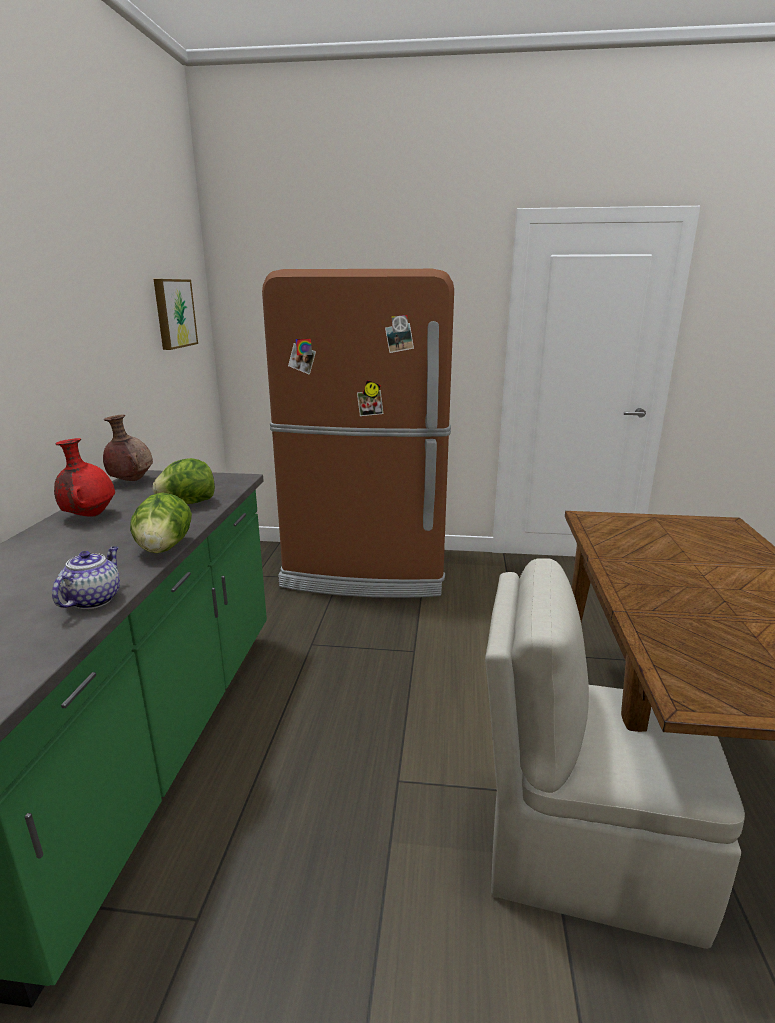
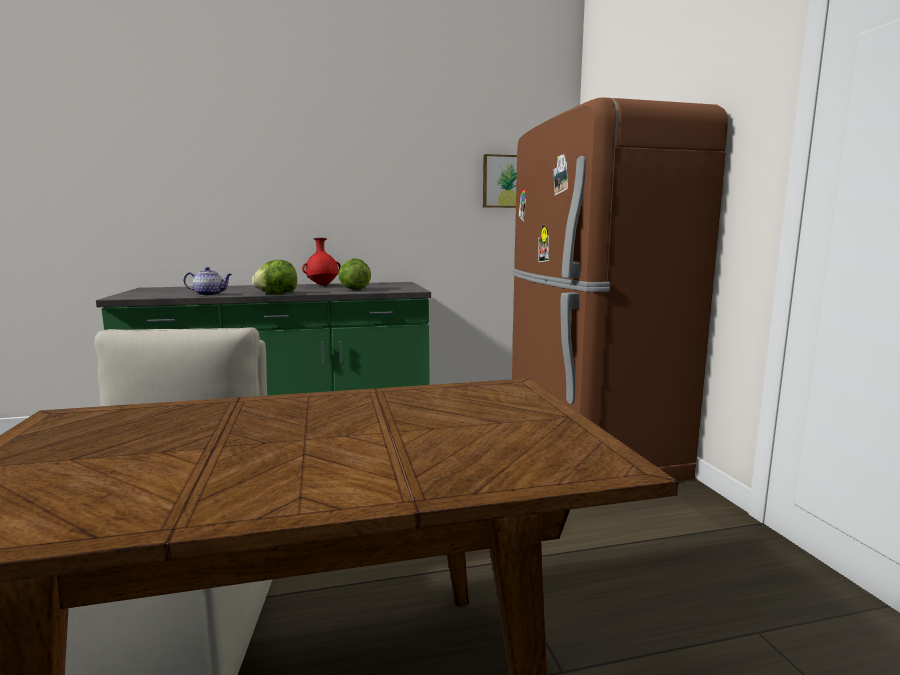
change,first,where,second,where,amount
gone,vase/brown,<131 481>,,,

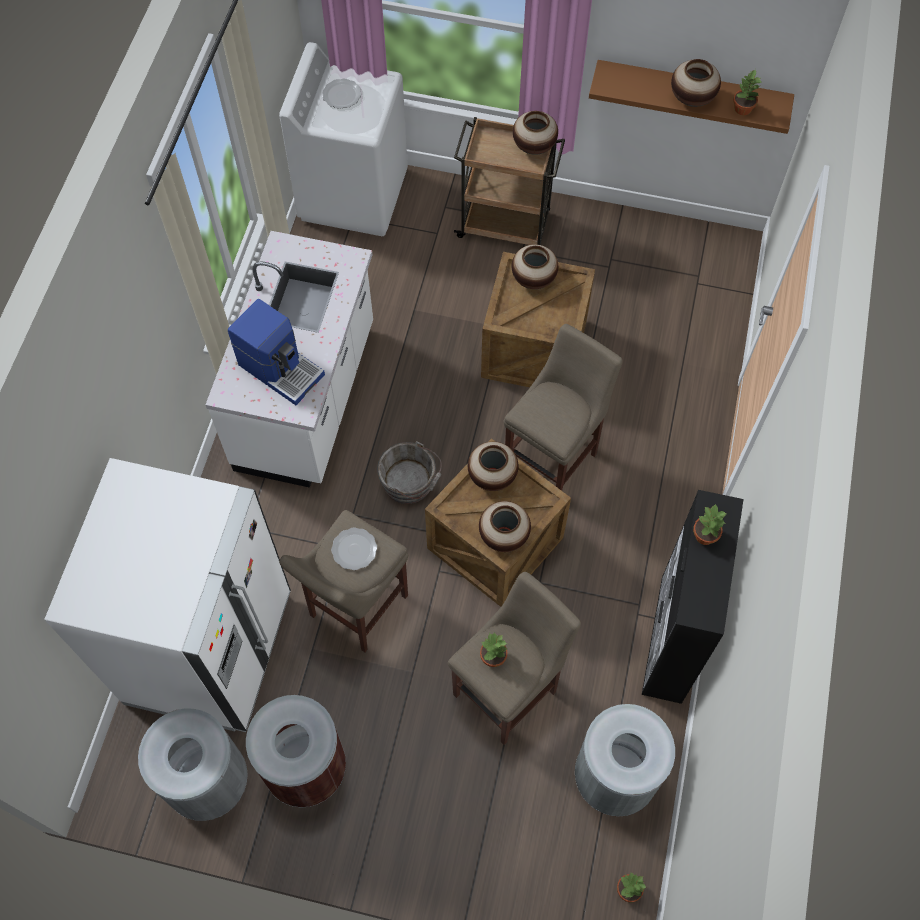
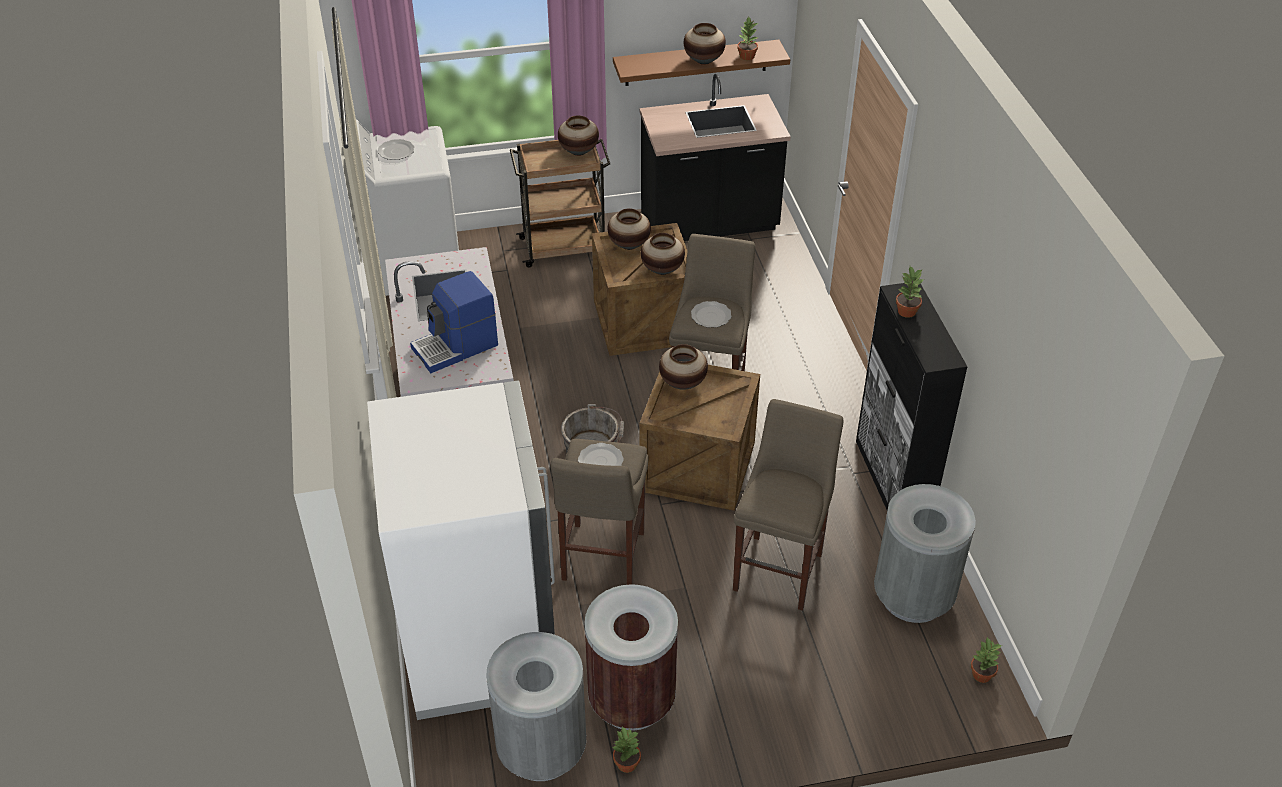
change,first,where,second,where,amount
new,,,counter/black,<709 224>,
new,,,plate,<710 316>,
shifted,vase,<504 536>,,<662 270>,
shifted,potted plant,<493 658>,,<627 764>,
rotated,coffee machine,<281 368>,,<456 347>,135 degrees clockwise

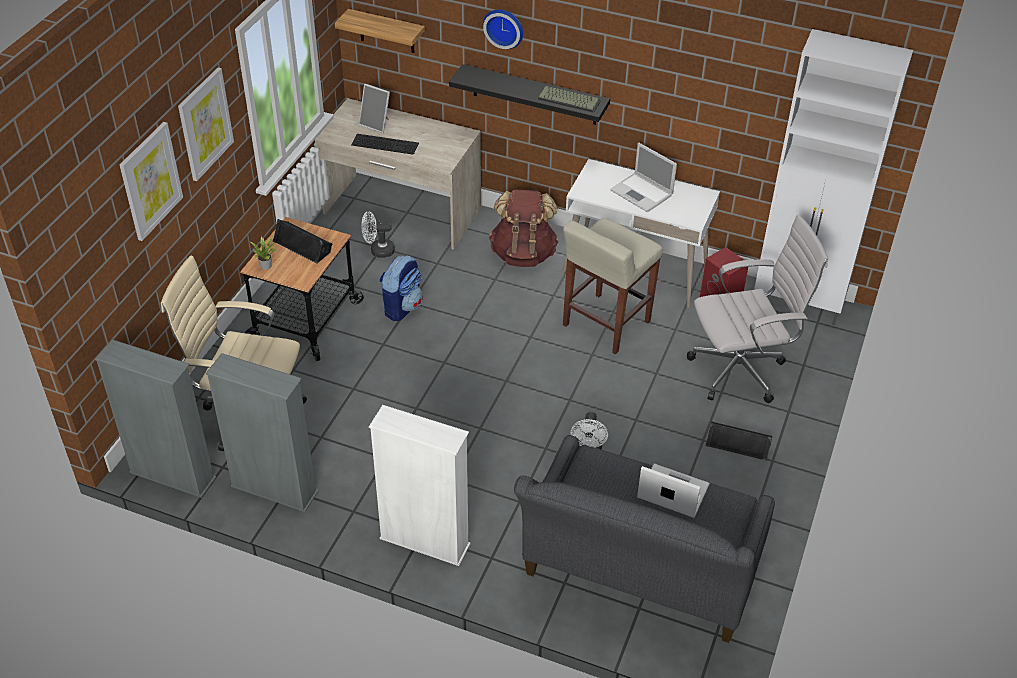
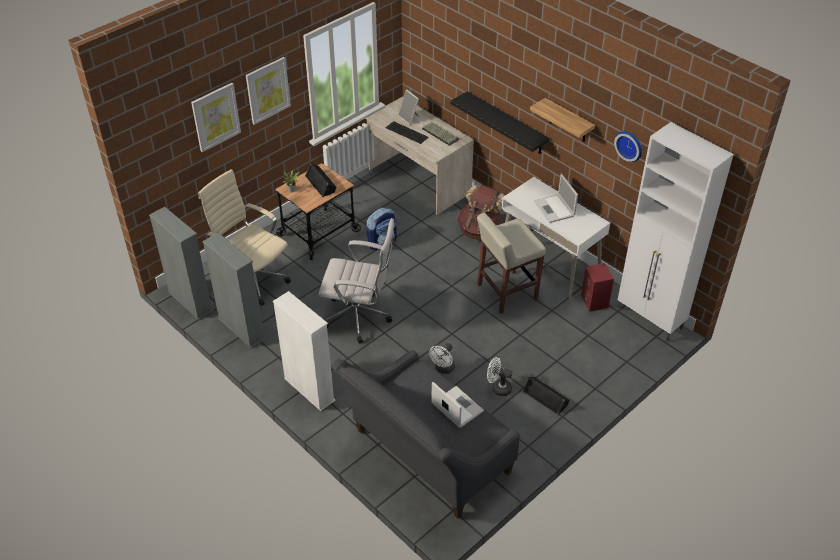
change,first,where,second,where,amount
shifted,shelf,<387 31>,,<568 121>,
shifted,fan/white,<378 251>,,<498 388>,
shifted,wall clock,<504 27>,,<630 145>,
shifted,keyboard,<570 100>,,<441 134>,
shifted,office chair/white,<742 370>,,<360 318>,

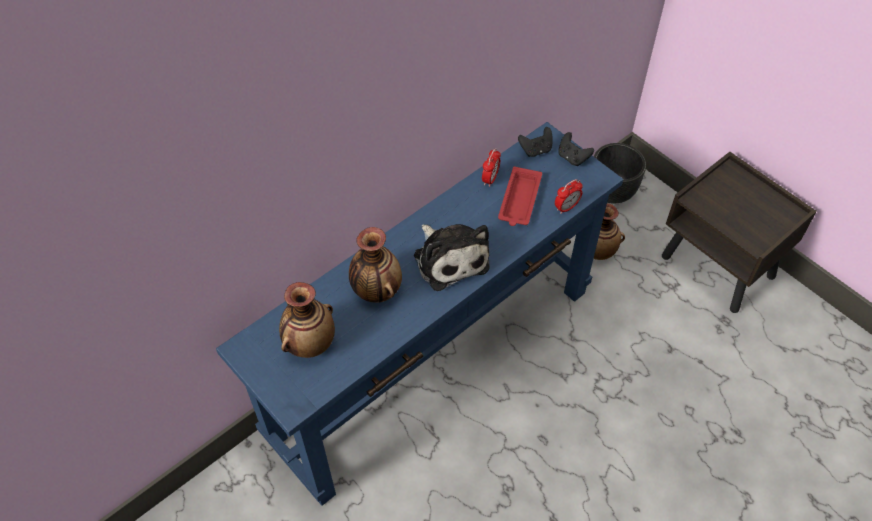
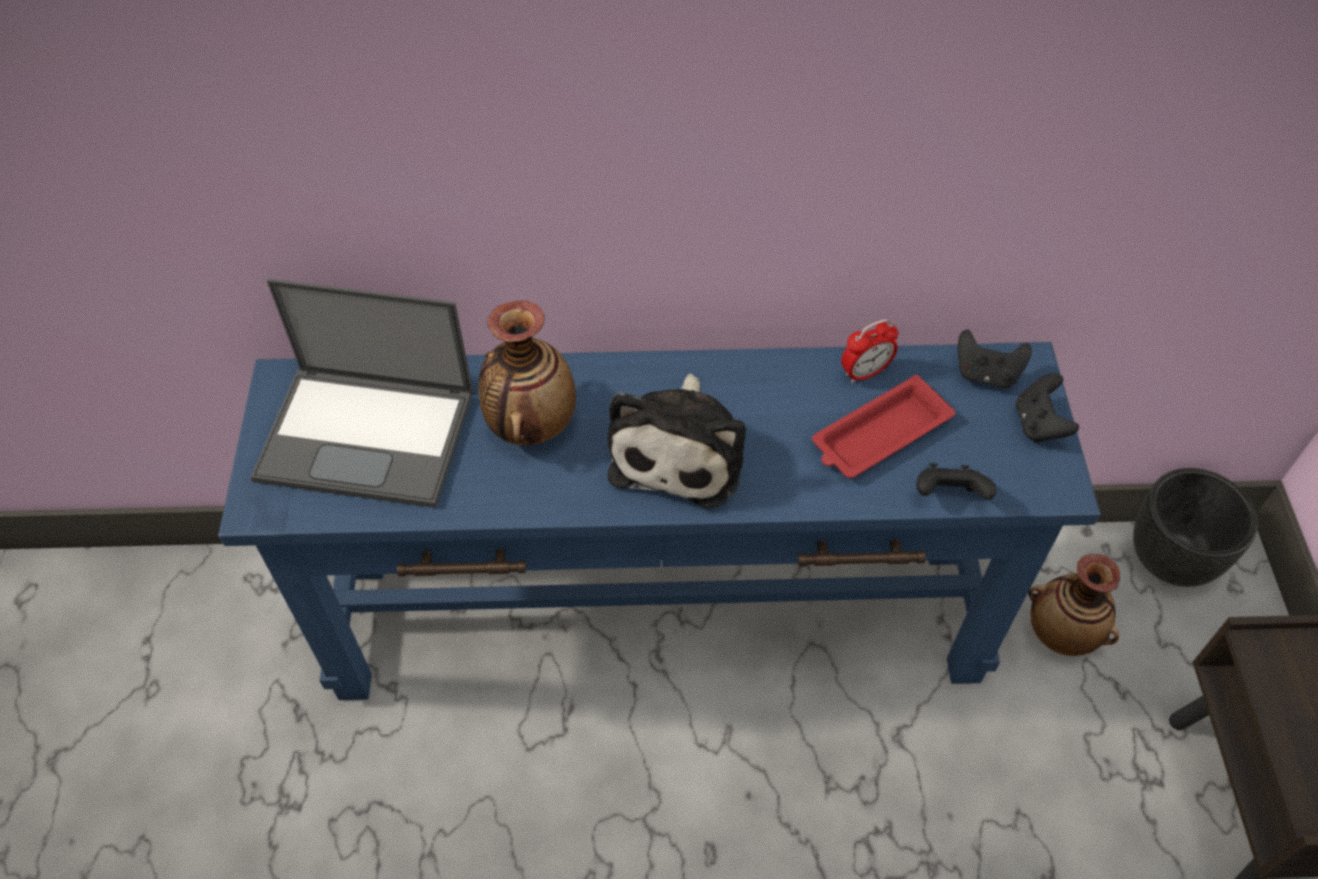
change,first,where,second,where,amount
swapped,vase,<309 343>,laptop,<369 435>,
swapped,alarm clock,<566 207>,game controller/black,<948 495>,

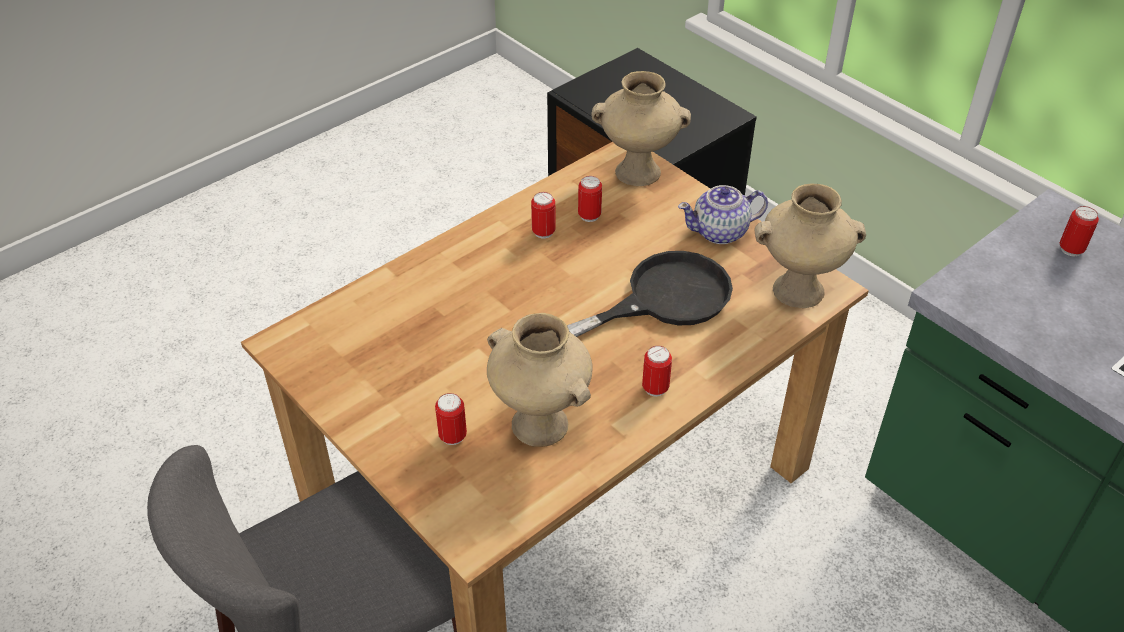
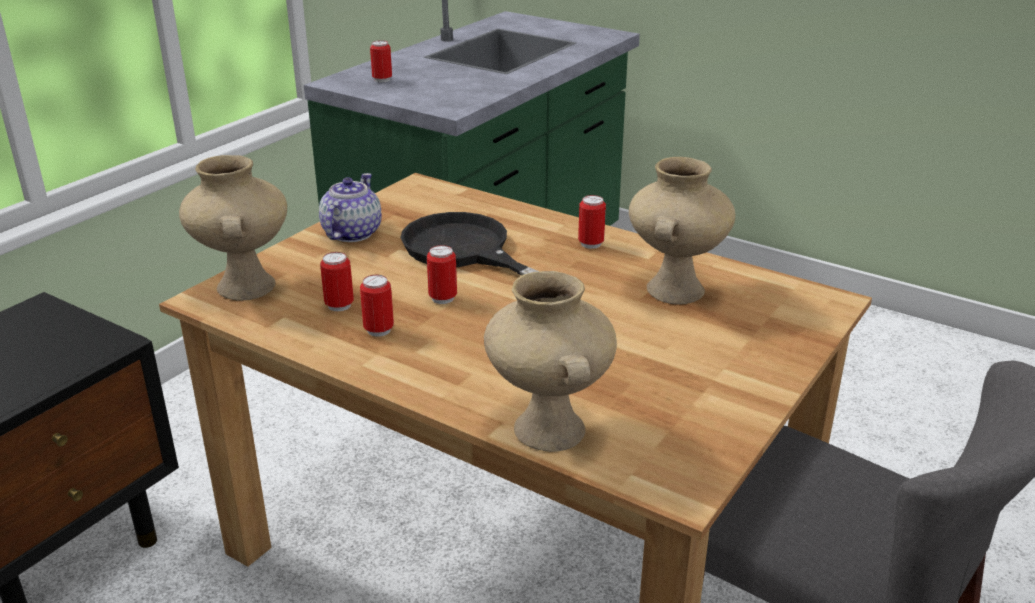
change,first,where,second,where,amount
shifted,can,<452 436>,,<443 298>,
shifted,vase/beige,<799 289>,,<546 429>,
rotated,teapot,<720 232>,,<351 233>,135 degrees counterclockwise

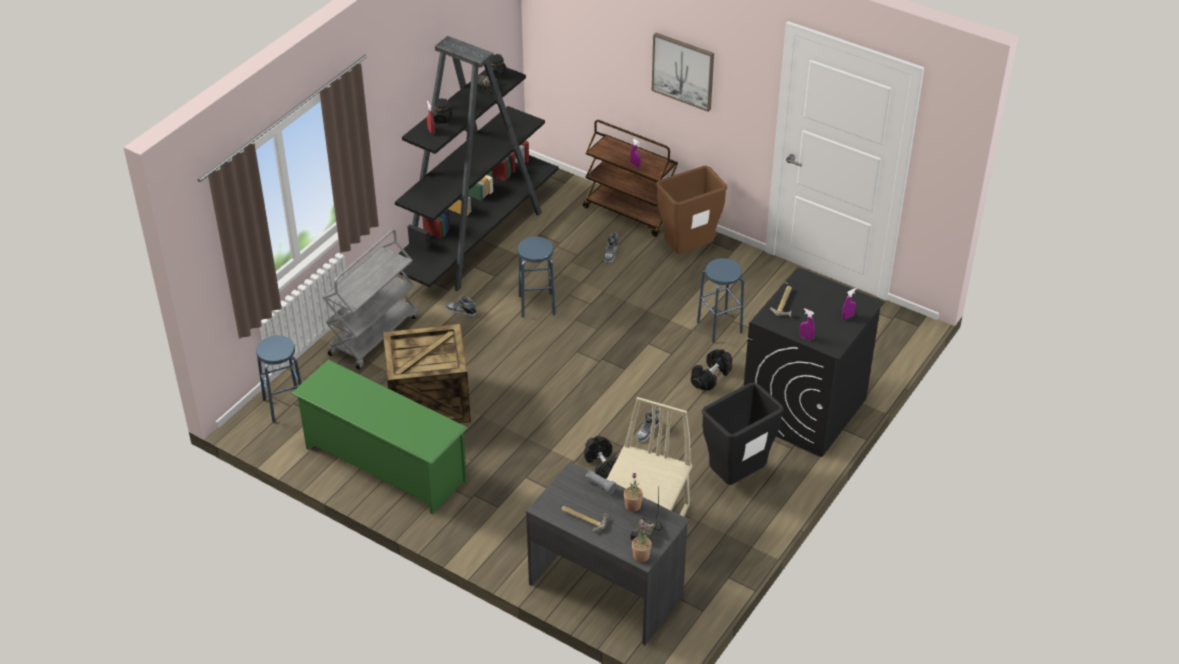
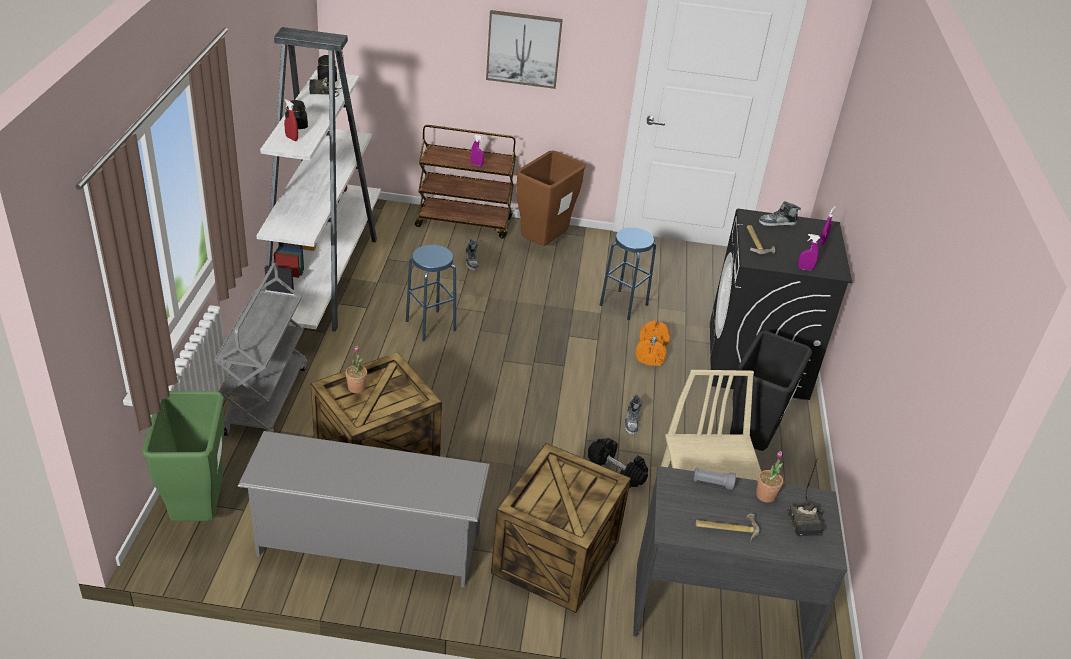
change,first,where,second,where,amount
new,,,crate,<554 555>,
shifted,shoe,<461 311>,,<777 223>,
shifted,potted plant,<641 556>,,<356 387>,
swapped,stool/blue,<285 406>,trash can/green,<199 511>,
repainted,shoe rack/green,<384 464>,shoe rack/grey,<368 544>,
repainted,bookcase/black,<476 238>,bookcase/white,<323 276>,
repainted,dumbbell/black,<711 376>,dumbbell/orange,<651 352>,

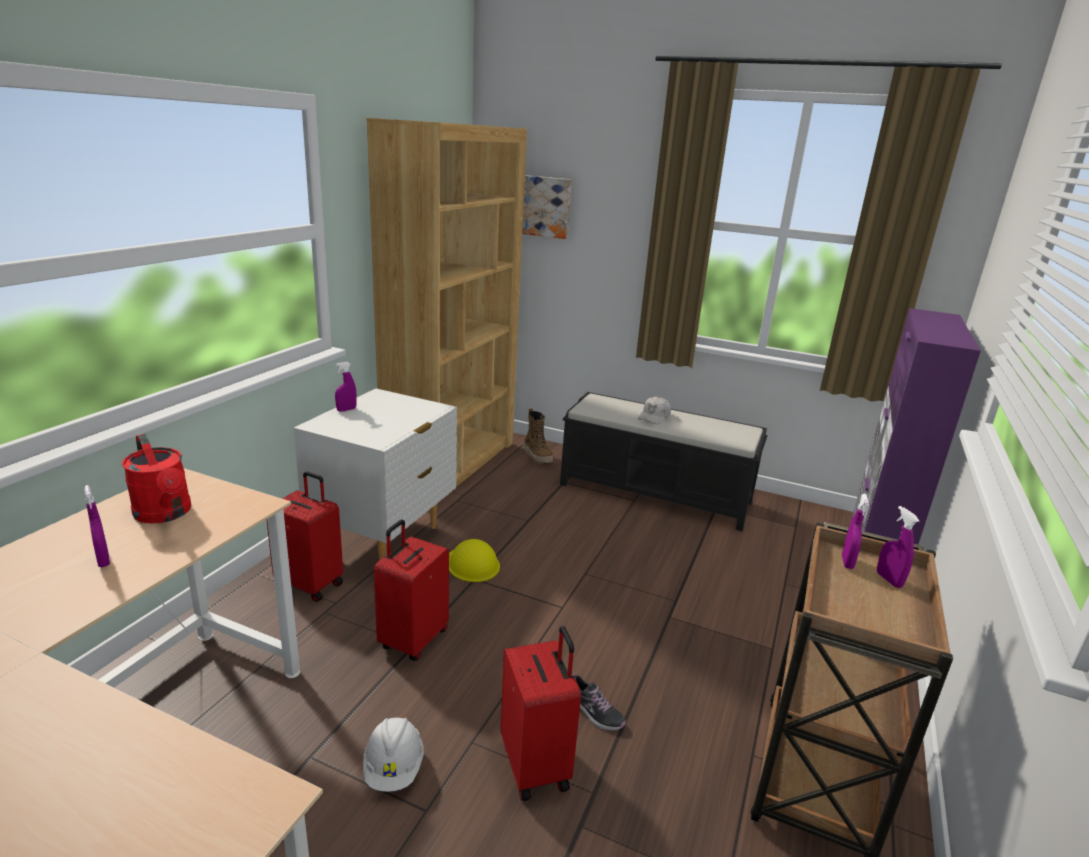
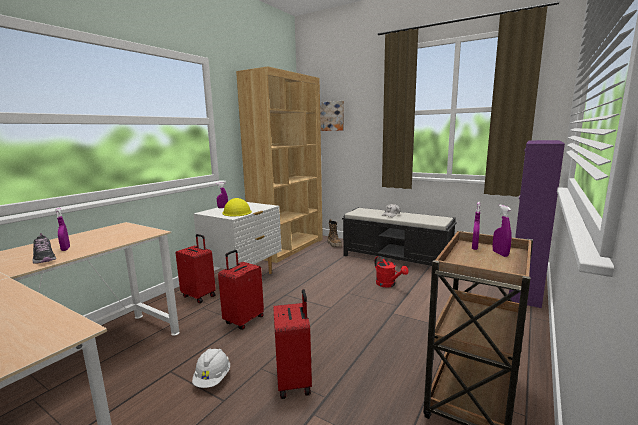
change,first,where,second,where,amount
shifted,watering can/red,<166 514>,,<388 284>,
shifted,hard hat/yellow,<472 564>,,<236 212>,
shifted,shoe,<594 712>,,<44 258>,

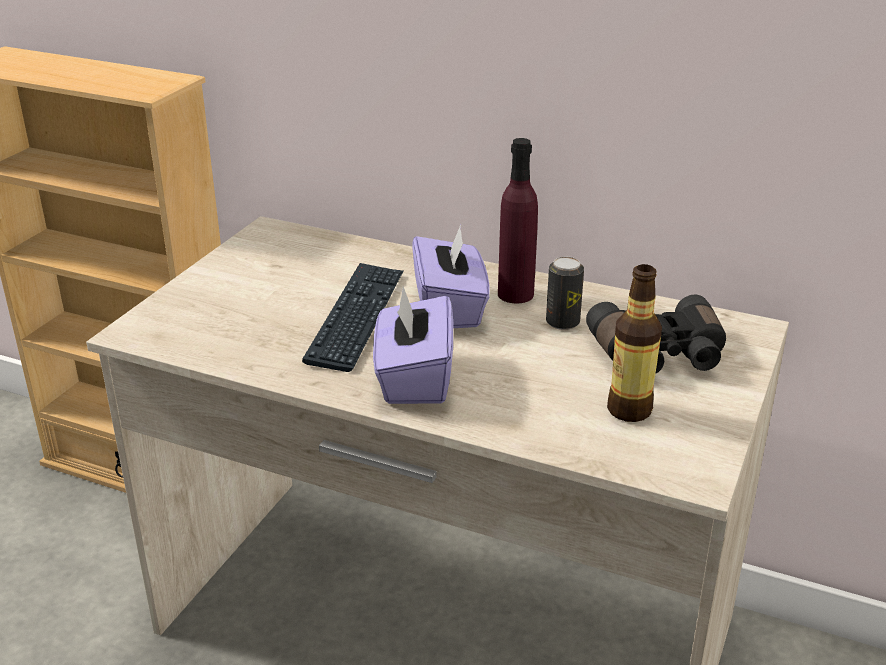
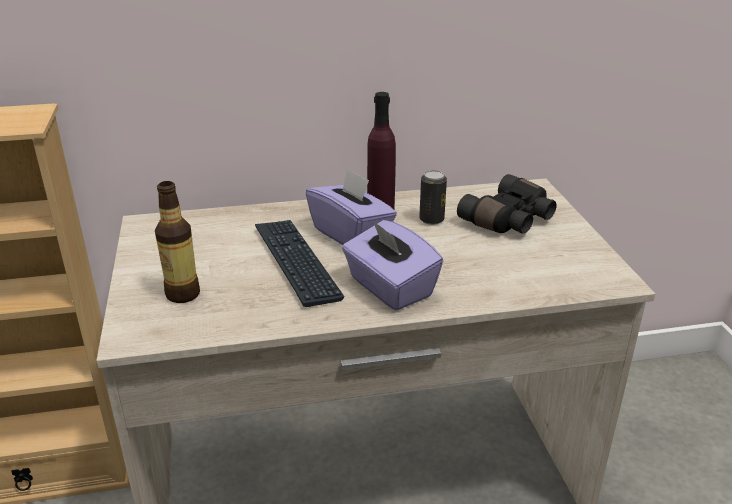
change,first,where,second,where,amount
shifted,bottle,<629 410>,,<183 294>,

